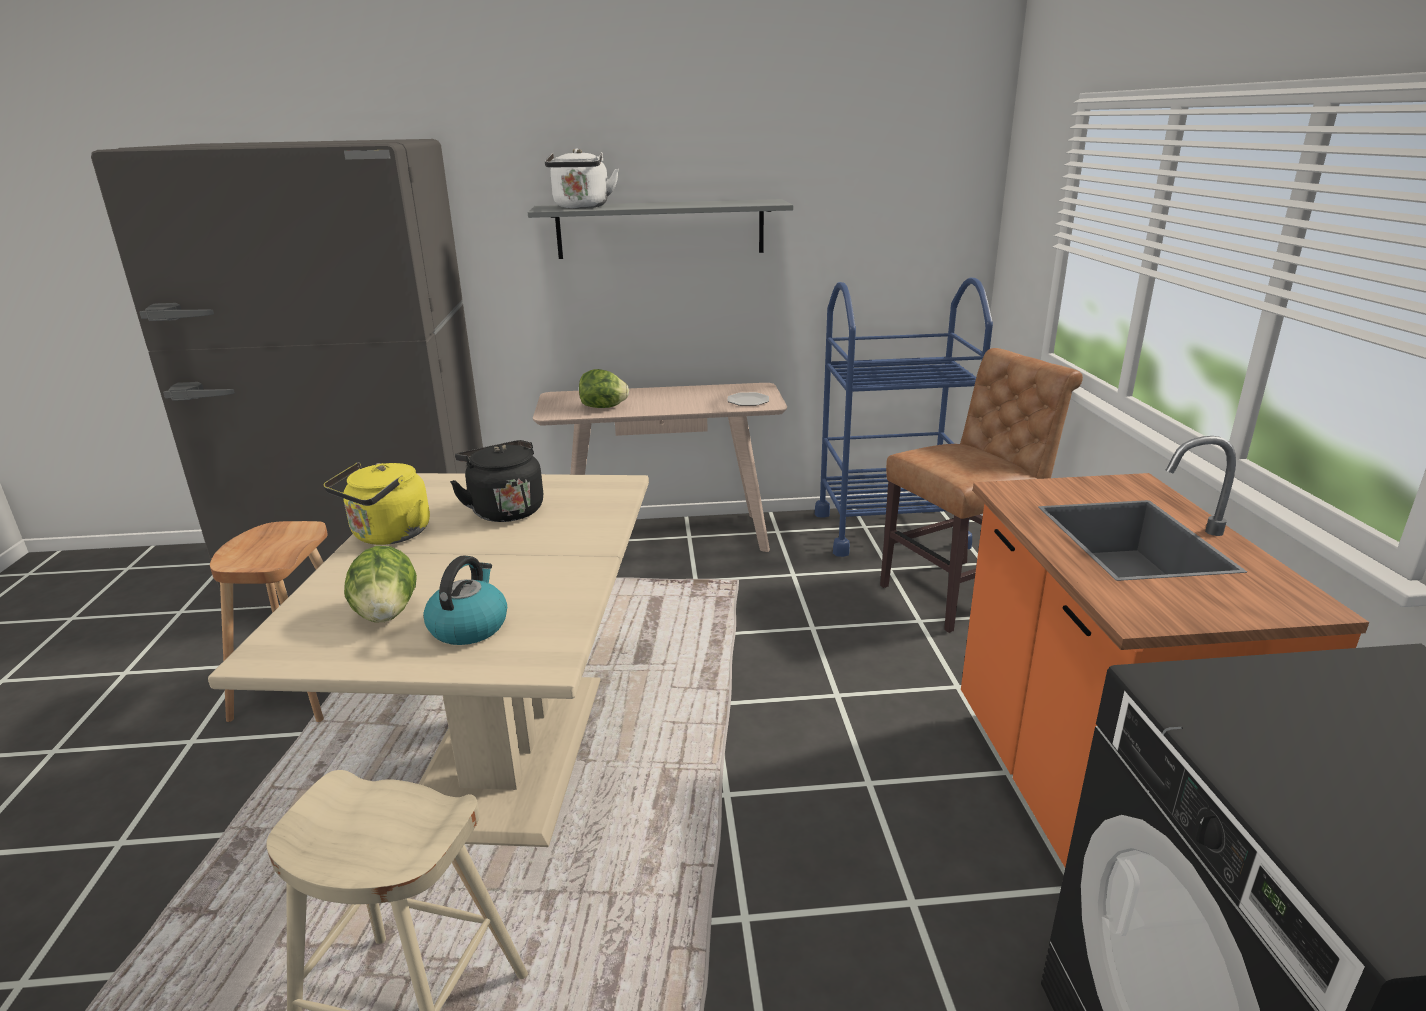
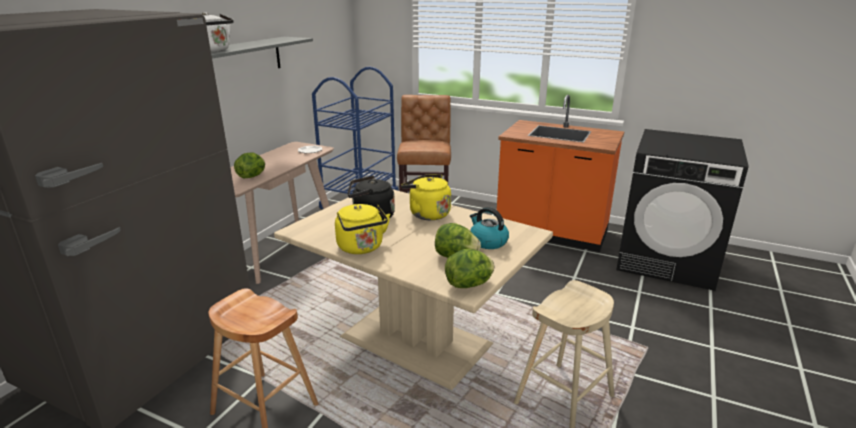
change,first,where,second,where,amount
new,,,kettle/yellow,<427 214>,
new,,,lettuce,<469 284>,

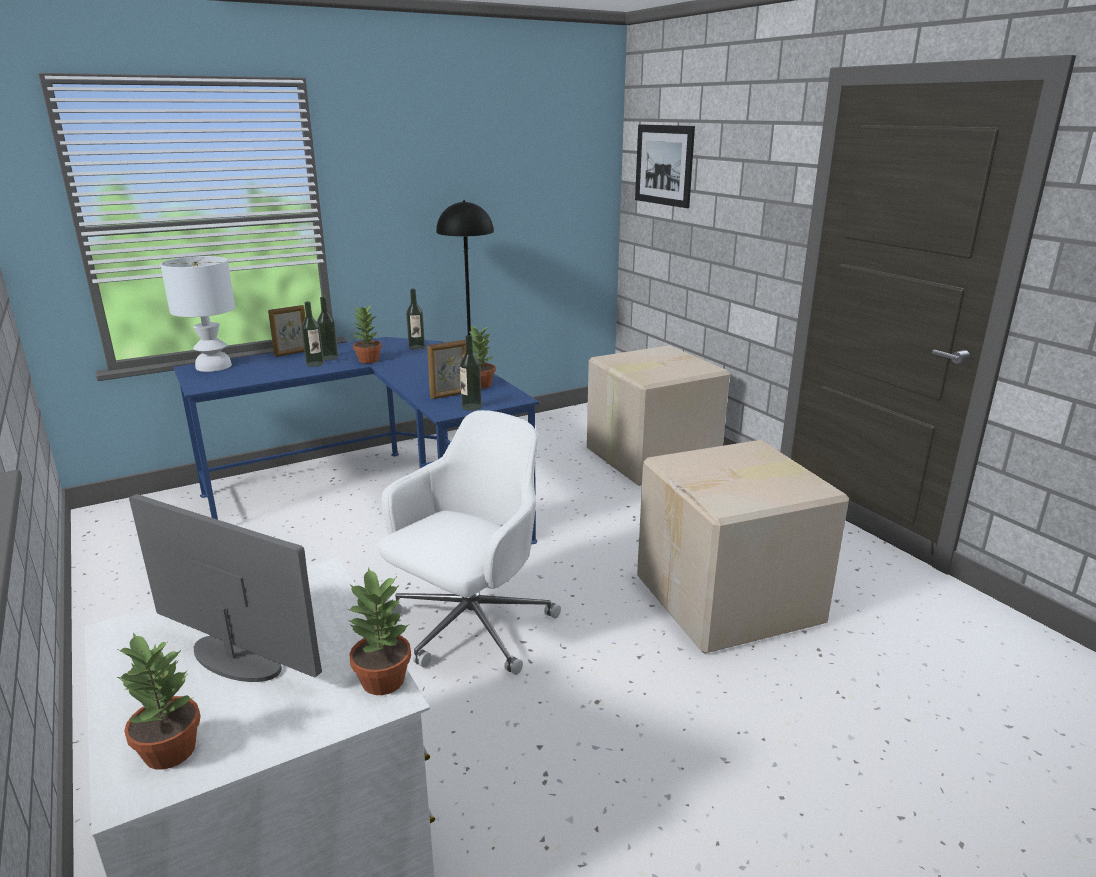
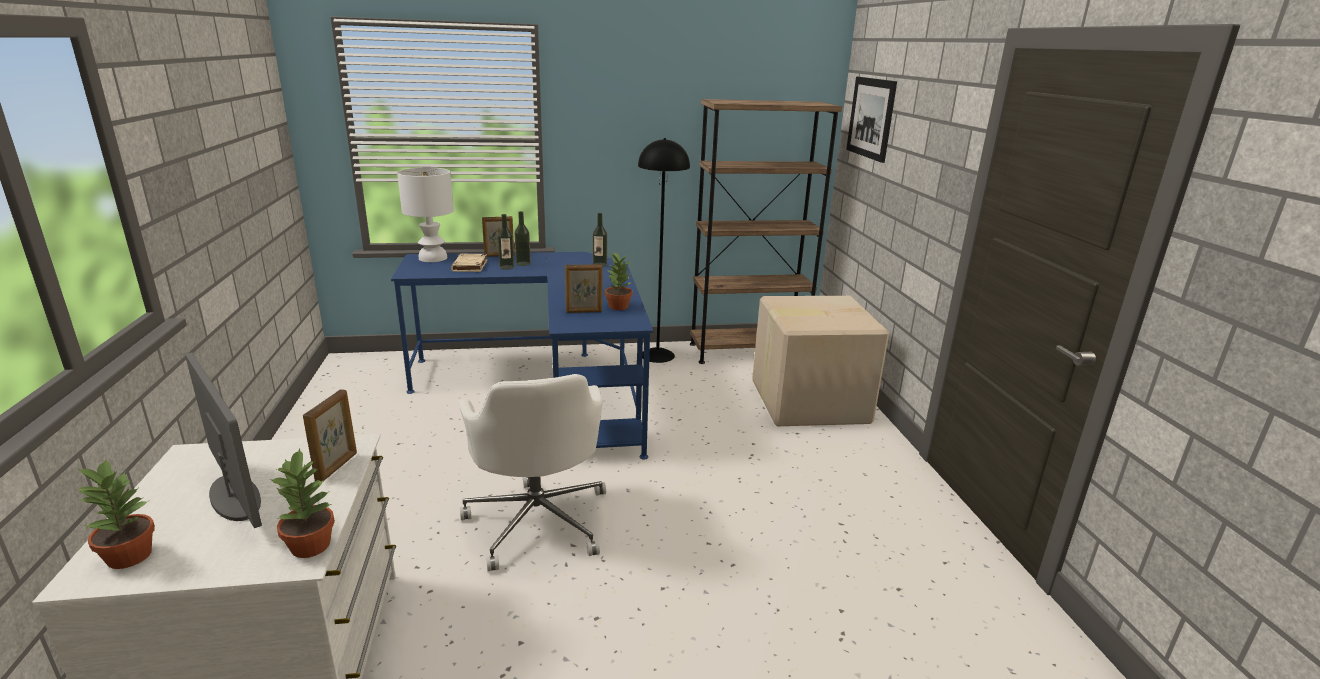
change,first,where,second,where,amount
gone,potted plant,<368 360>,,,
gone,bottle,<471 407>,,,
gone,cardboard box,<731 600>,,,
new,,,picture frame,<337 467>,
new,,,book/beige,<470 266>,
new,,,bookcase/brown,<748 351>,
rotated,office chair/white,<469 627>,,<538 520>,105 degrees clockwise

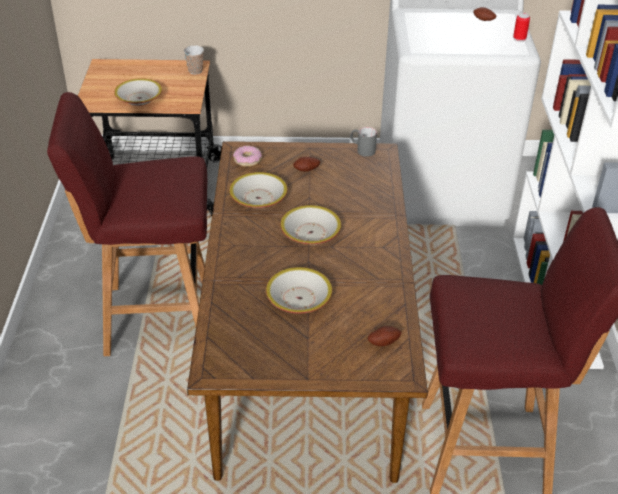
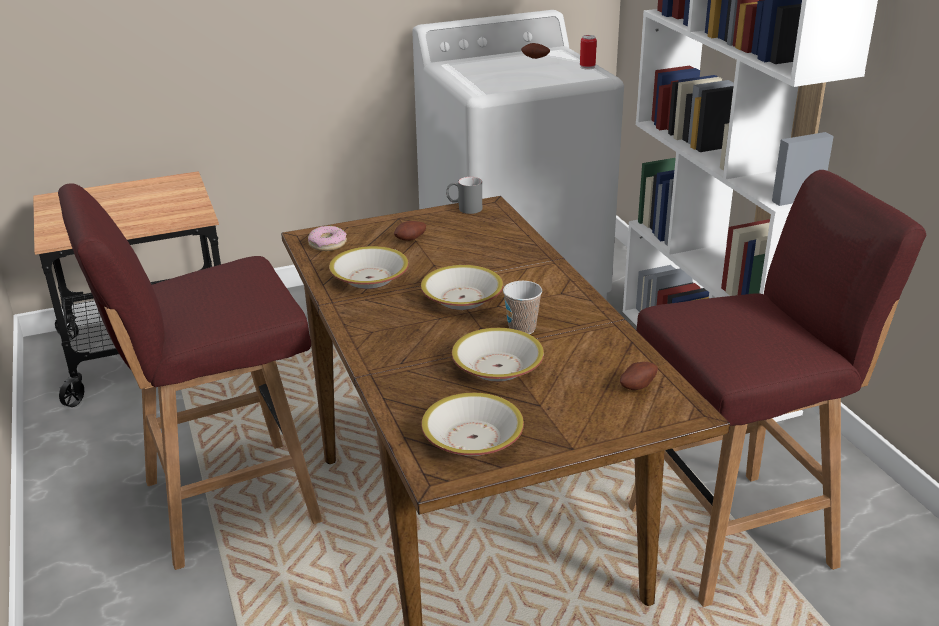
change,first,where,second,where,amount
shifted,bowl,<139 99>,,<473 438>,
shifted,cup,<195 71>,,<522 329>,

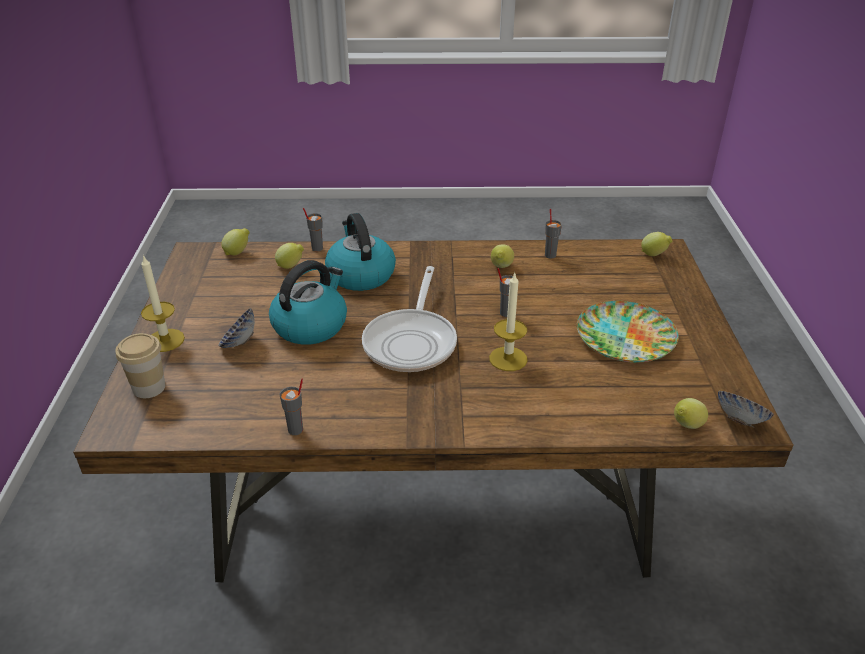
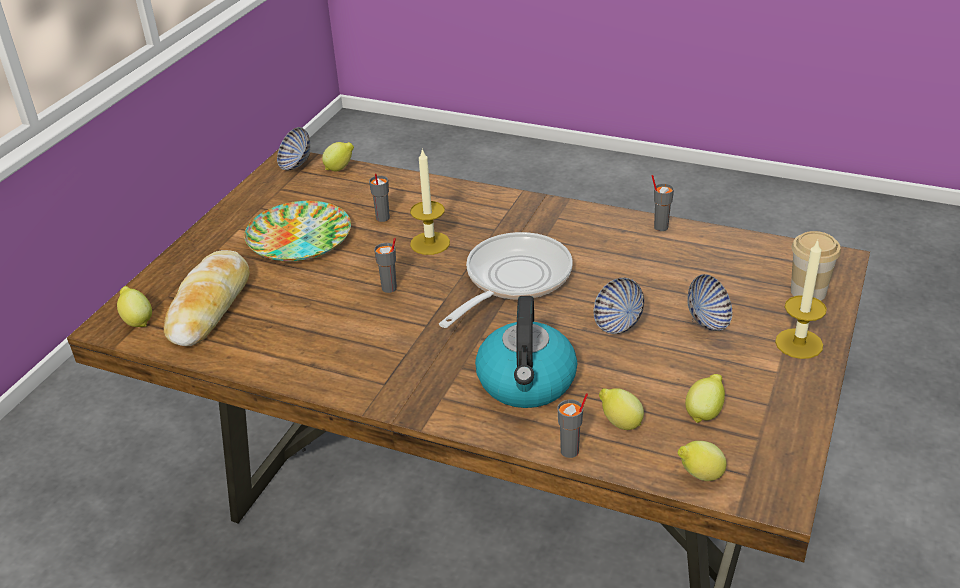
change,first,where,second,where,amount
new,,,bread,<210 307>,
shifted,lemon,<501 267>,,<704 413>,
shifted,cup/grey,<550 255>,,<382 218>,
swapped,kettle,<310 325>,bowl,<618 323>,

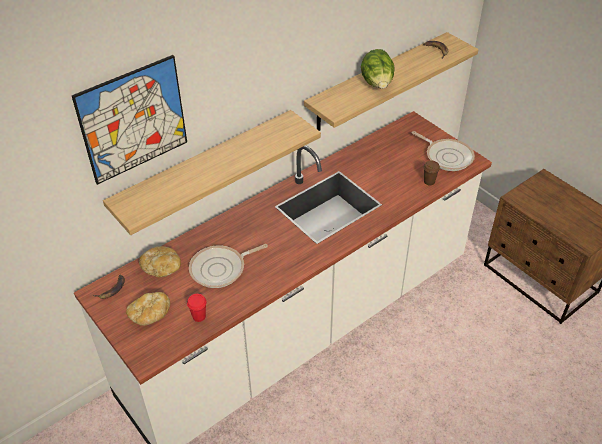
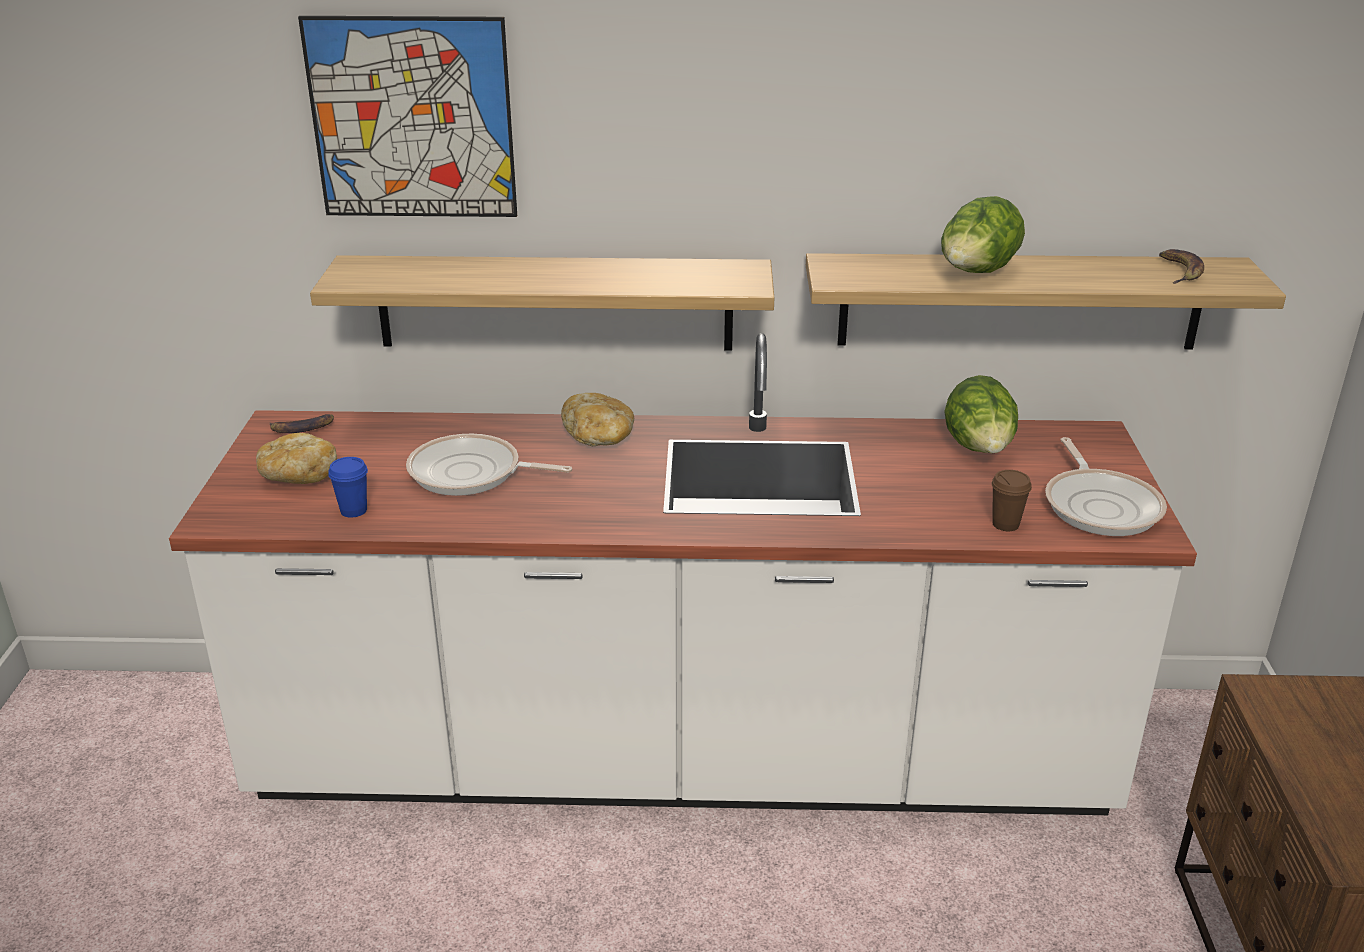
change,first,where,second,where,amount
new,,,lettuce,<979 450>,
shifted,bread,<162 268>,,<599 437>,
repainted,cup/red,<199 316>,cup/blue,<353 510>,

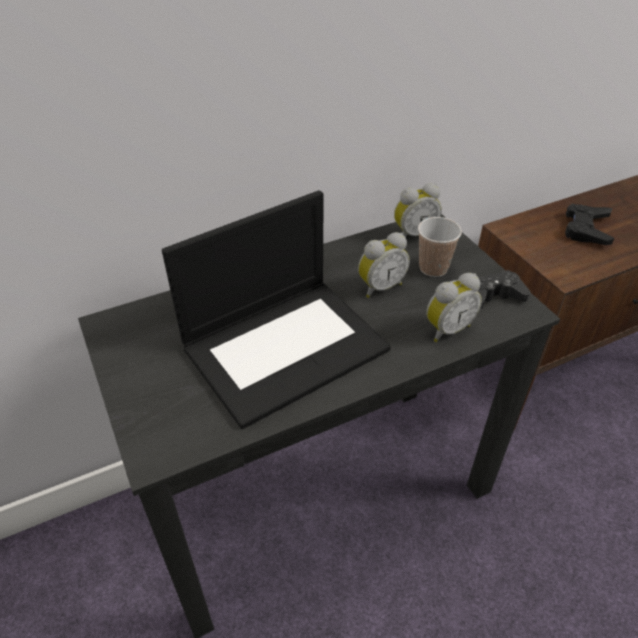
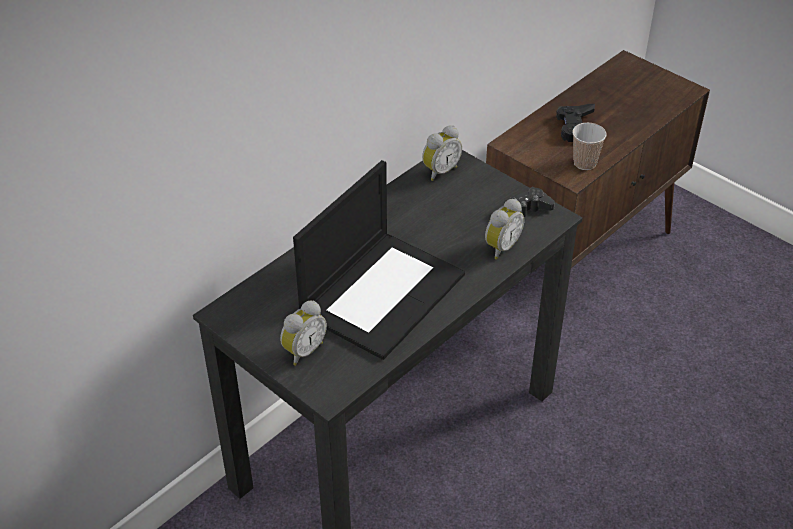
change,first,where,second,where,amount
shifted,alarm clock,<380 286>,,<303 350>,
shifted,cup,<433 268>,,<584 163>,

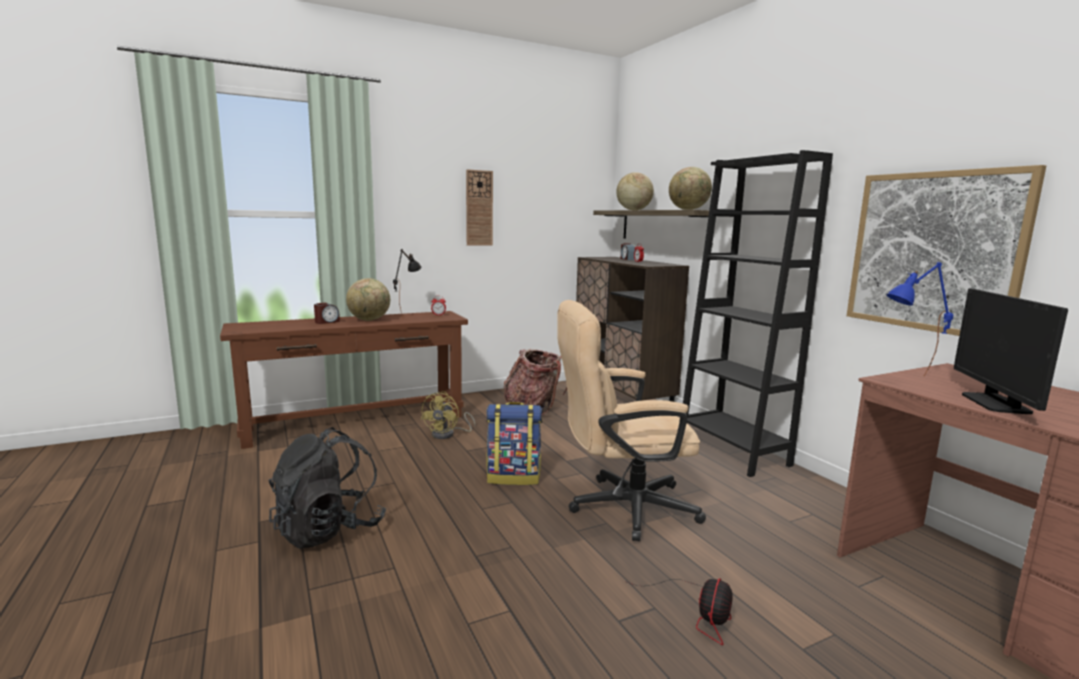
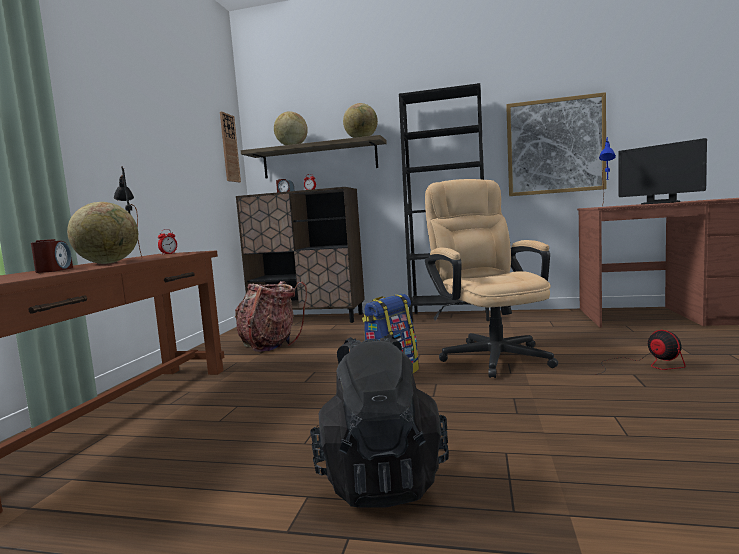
change,first,where,second,where,amount
gone,fan/yellow,<448 434>,,,
shifted,wall clock,<479 208>,,<229 148>,
rotated,office chair/beige,<621 507>,,<490 355>,135 degrees clockwise

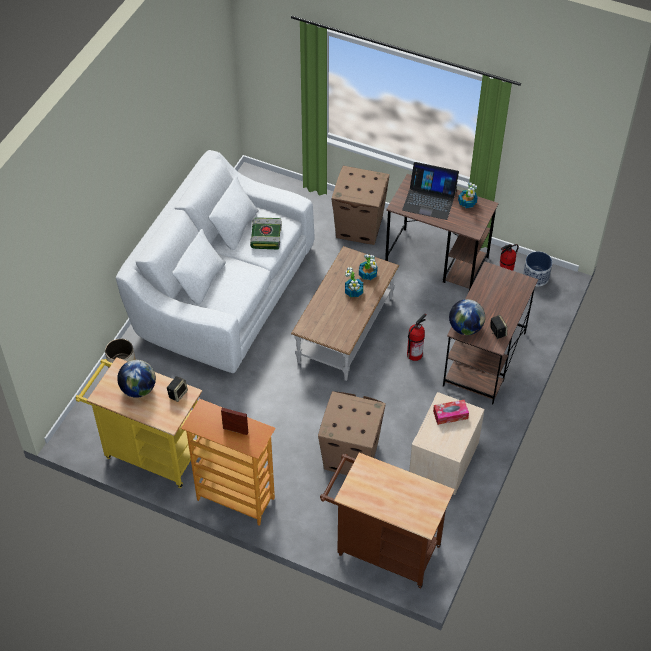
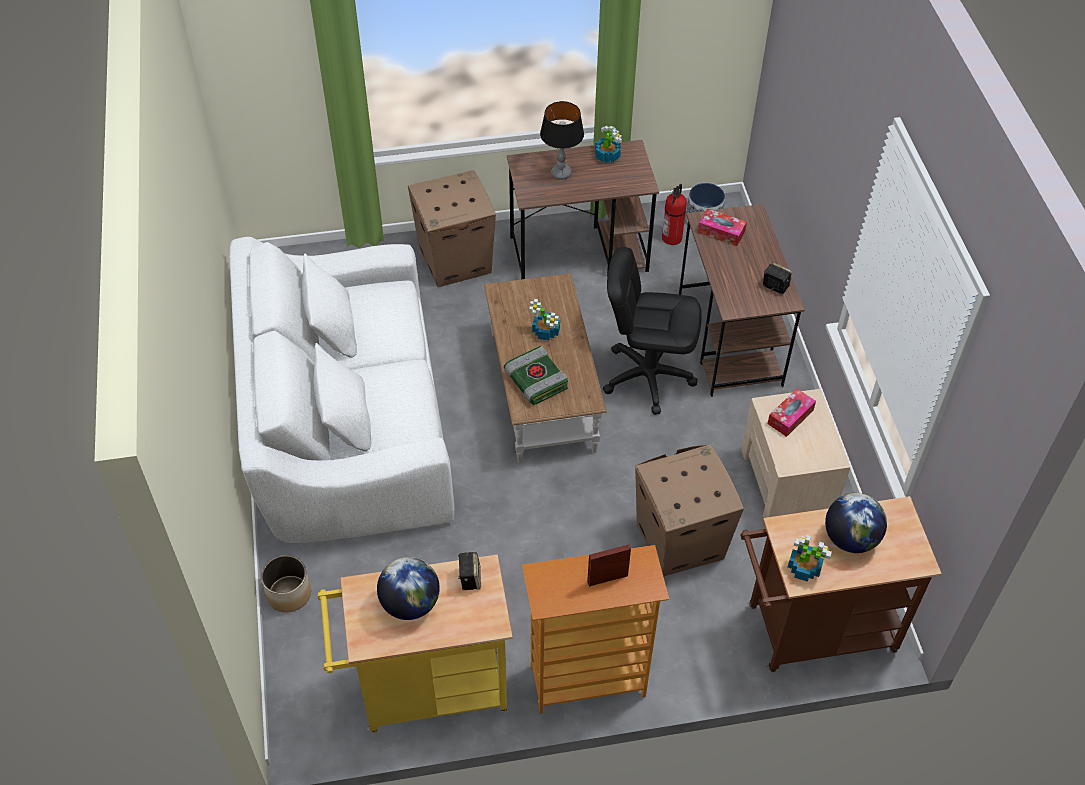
change,first,where,second,where,amount
new,,,tissue box,<721 232>,
shifted,book,<265 236>,,<534 380>,
shifted,potted plant,<368 274>,,<803 568>,
shifted,globe,<465 328>,,<850 538>,
swapped,laptop,<429 200>,table lamp,<561 173>,
swapped,fire extinguisher,<414 354>,office chair/black,<647 376>,

